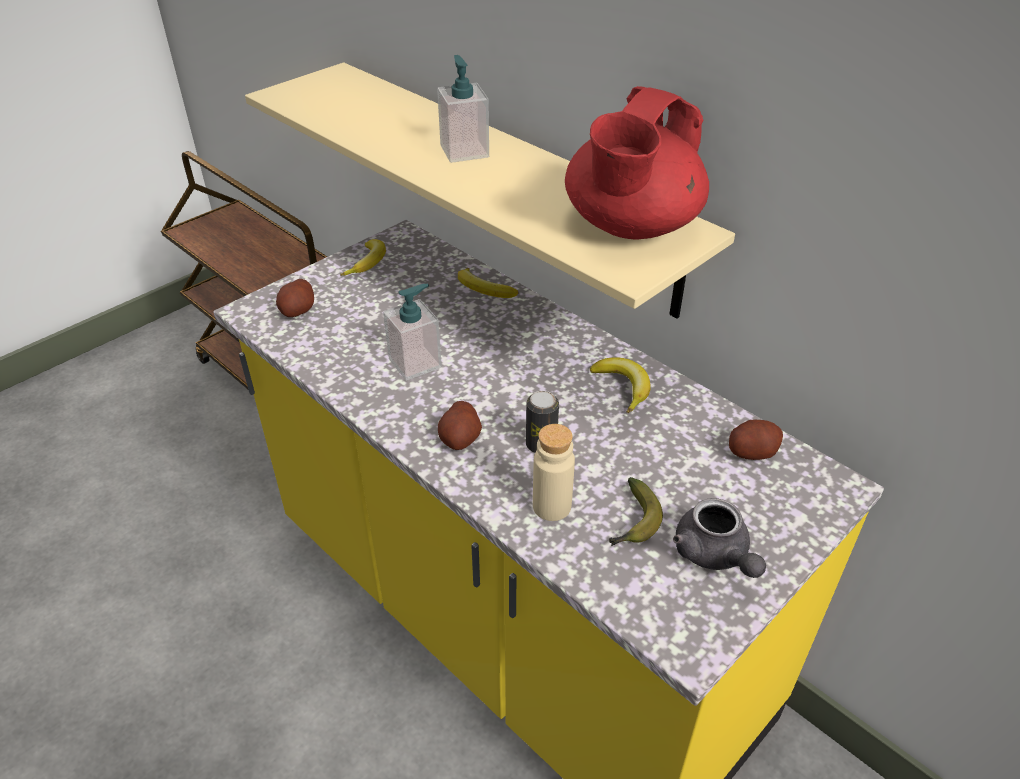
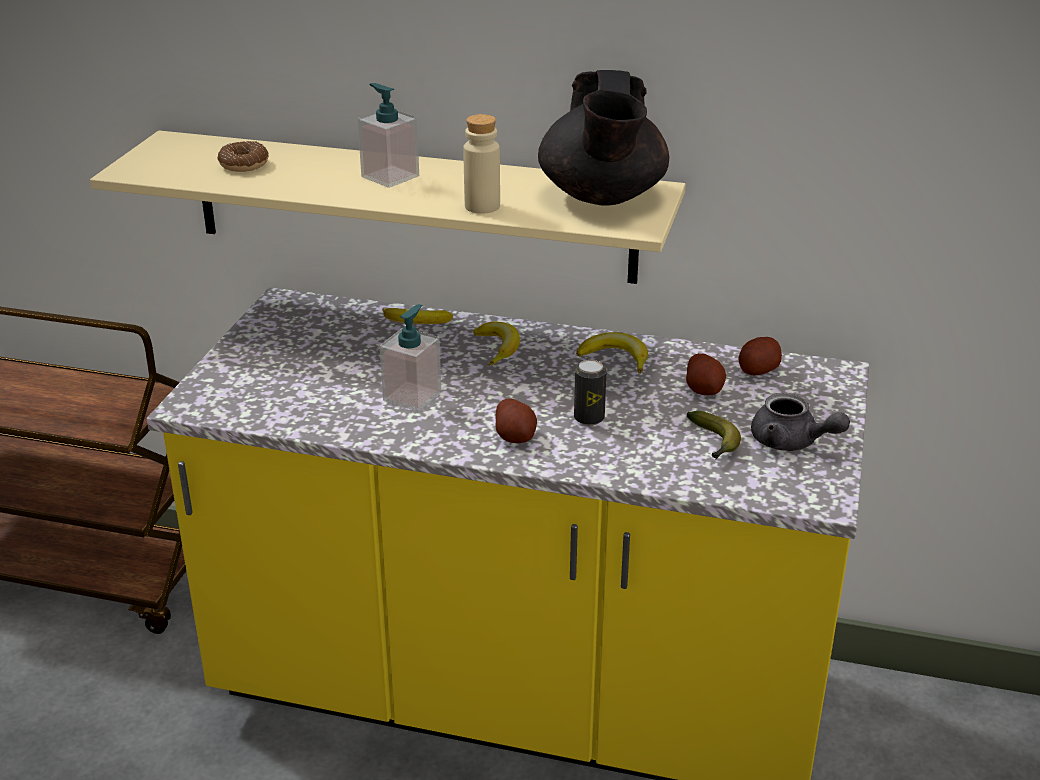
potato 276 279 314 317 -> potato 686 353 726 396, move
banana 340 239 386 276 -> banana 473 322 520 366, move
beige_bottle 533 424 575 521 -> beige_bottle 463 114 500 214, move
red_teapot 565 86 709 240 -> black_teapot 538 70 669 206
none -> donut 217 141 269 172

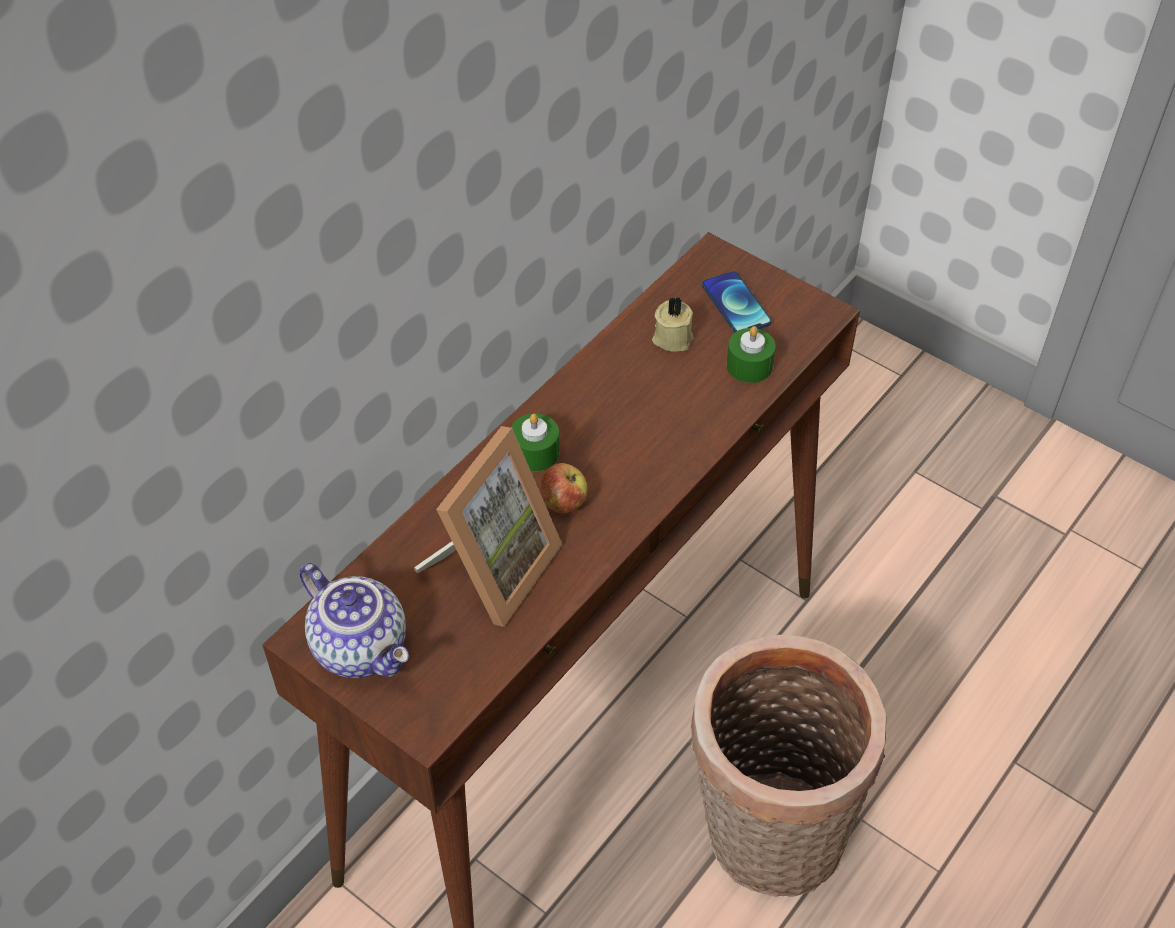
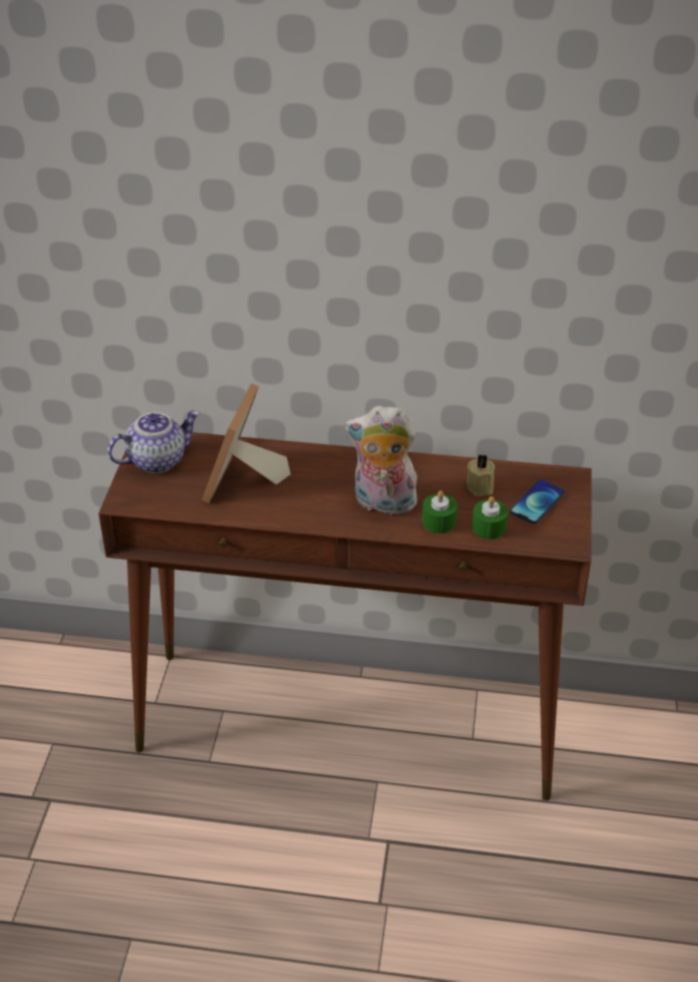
teapot 300 563 409 678 -> teapot 107 411 200 473, 135 degrees counterclockwise
picture_frame 414 426 562 627 -> picture_frame 202 383 291 503, 105 degrees clockwise
green_candle 511 413 559 472 -> green_candle 422 491 457 533, move
apple 539 463 587 513 -> none
basket 690 635 886 897 -> none
none -> plush_toy 345 406 417 515

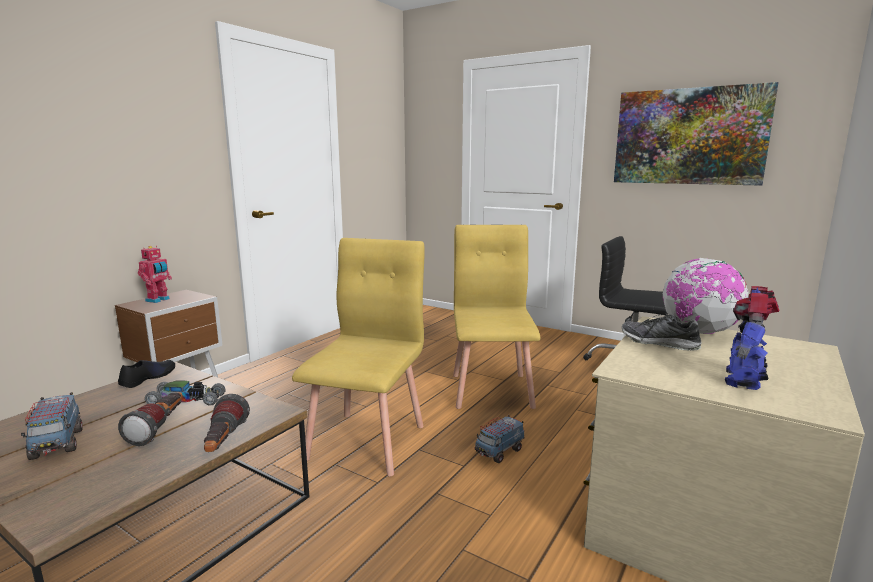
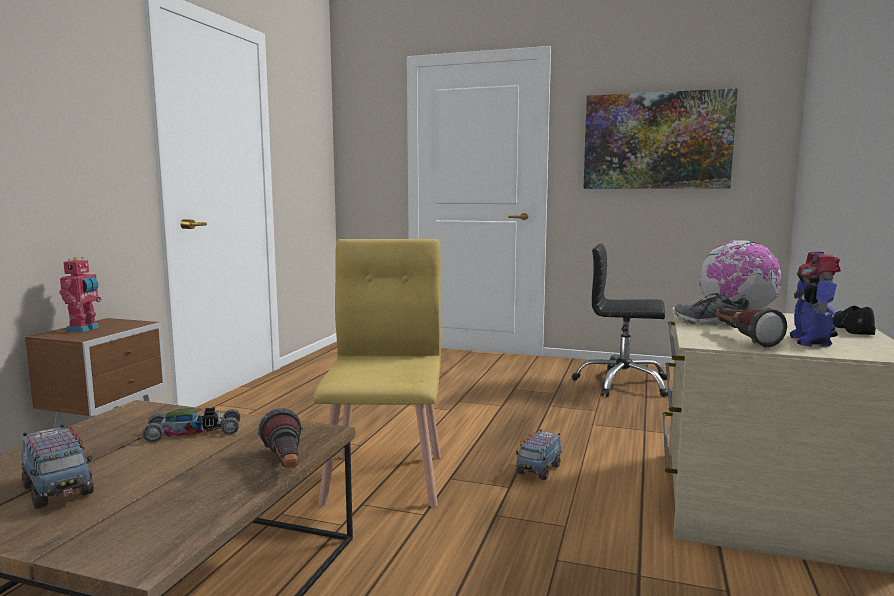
black_shoe 118 360 175 388 -> black_shoe 833 305 876 335, move
flashlight 118 392 183 446 -> flashlight 716 308 787 348, move
yellow_chair 453 225 540 409 -> none

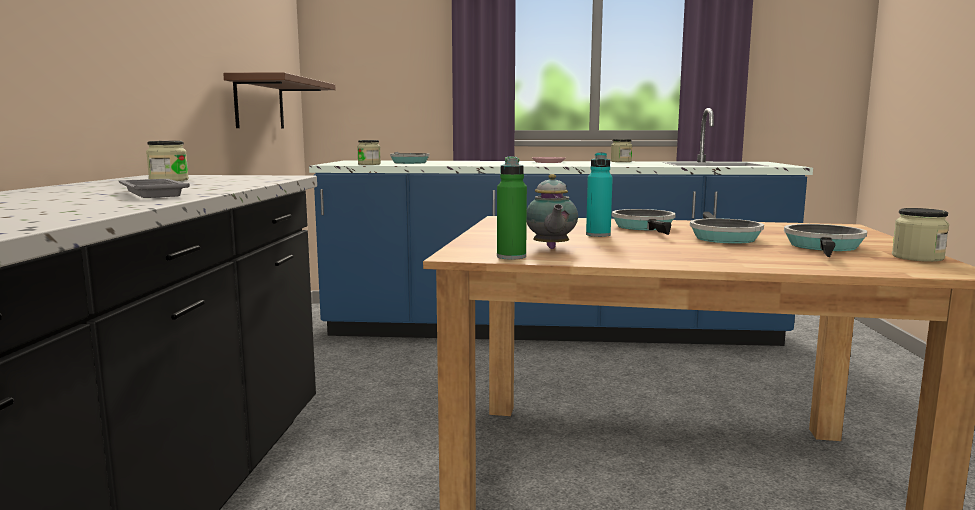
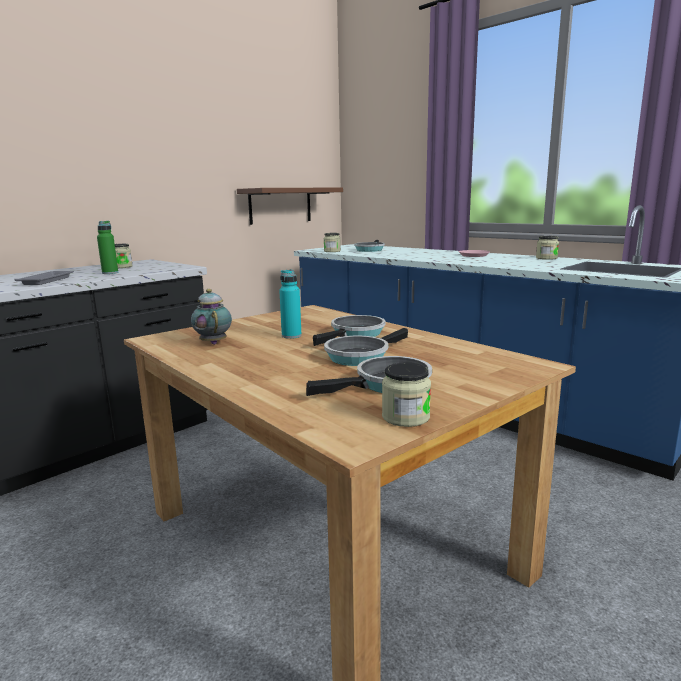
green_bottle 497 157 527 260 -> green_bottle 97 221 118 274, move
teapot 527 174 578 249 -> teapot 191 289 232 345, 120 degrees clockwise

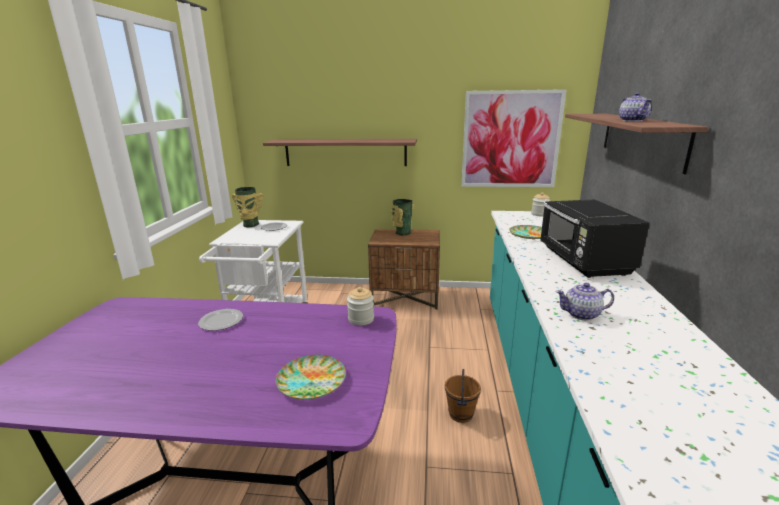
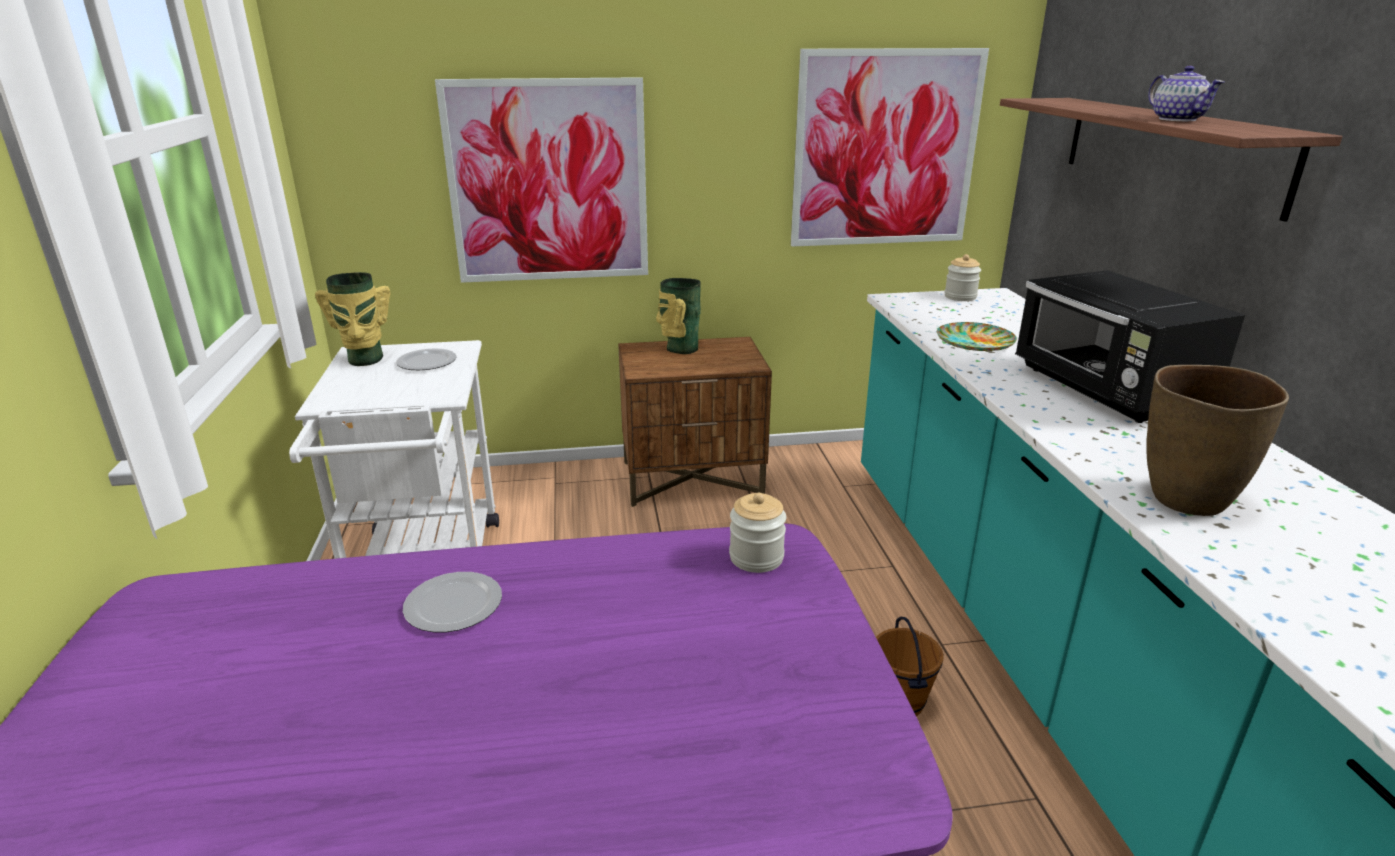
shelf 263 139 417 166 -> picture 435 77 648 283
plate 276 355 346 400 -> none
teapot 556 283 614 321 -> brown_vase 1146 365 1289 516

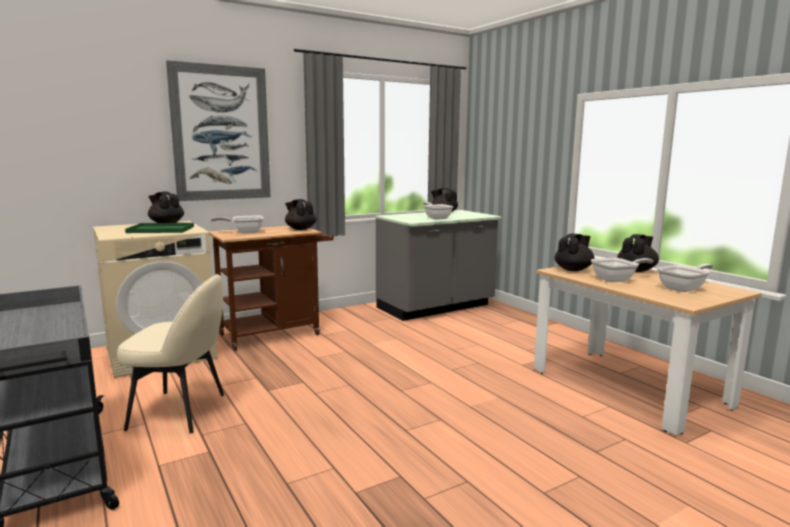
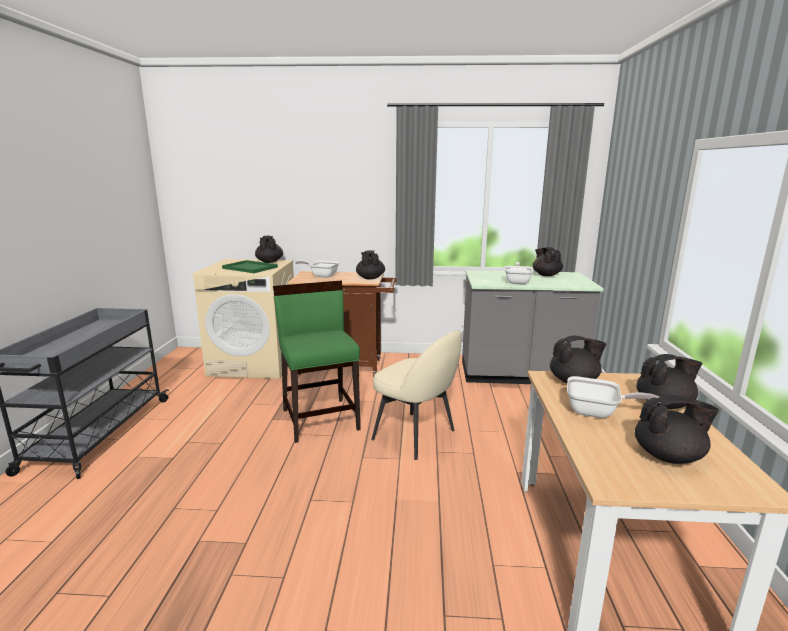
beige_chair 117 274 224 434 -> beige_chair 371 330 462 460, move
picture 166 60 271 201 -> none
frying_pan 657 264 713 292 -> black_teapot 635 395 719 464
none -> green_chair 273 281 360 443

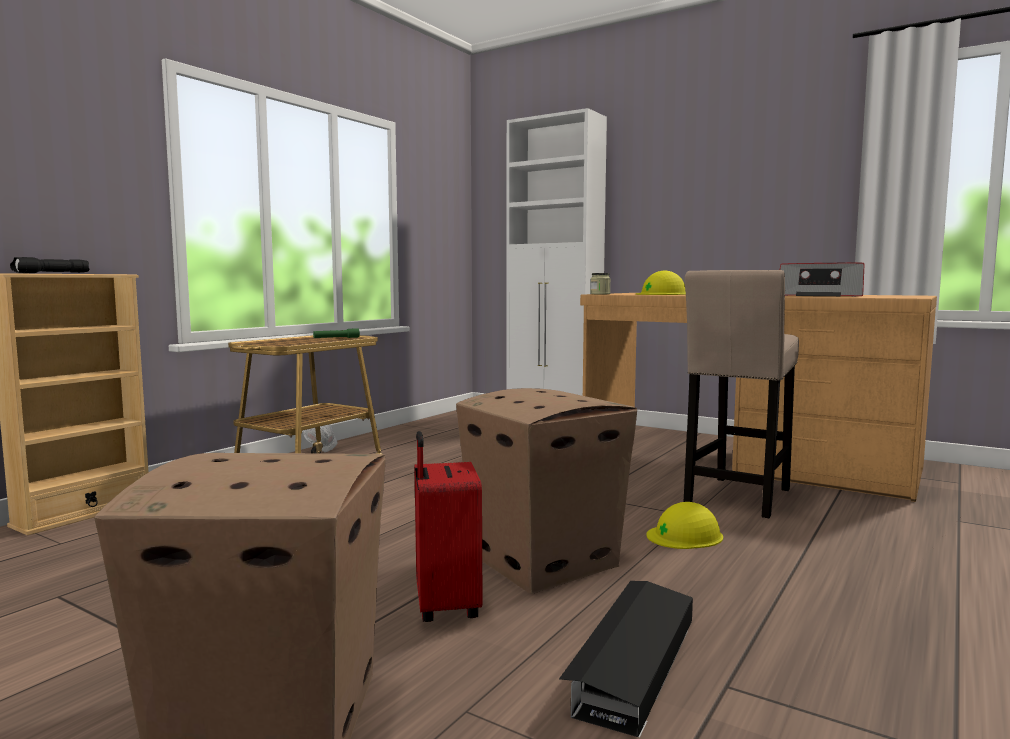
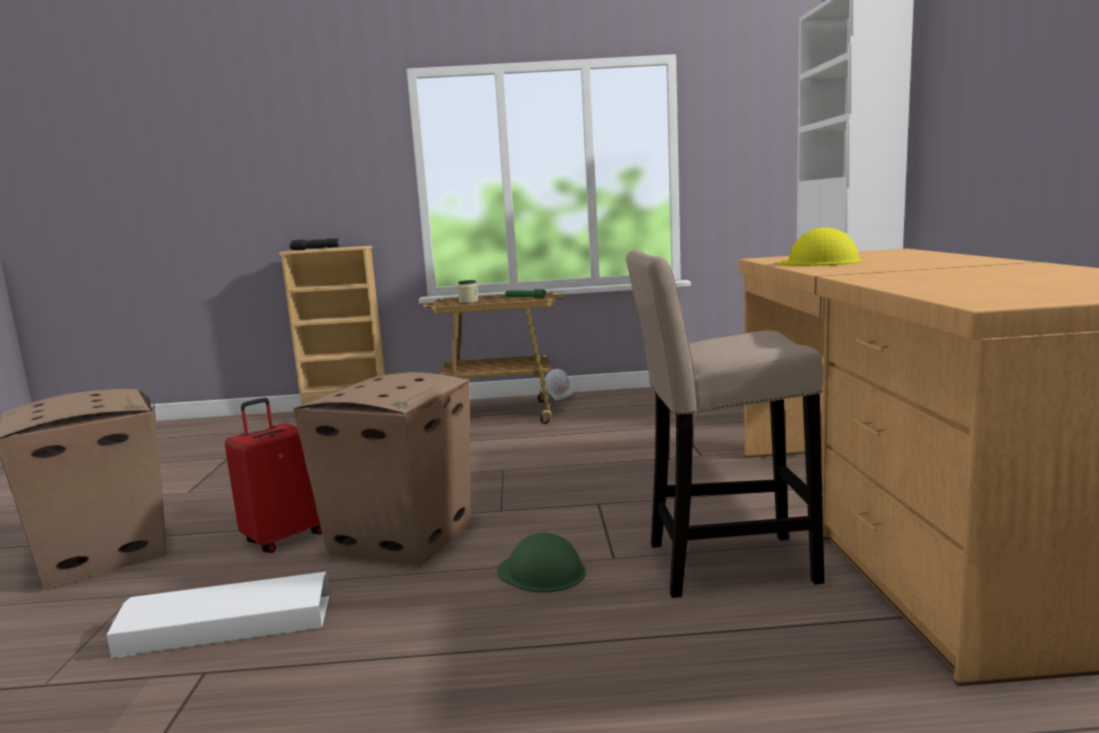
black_storage_box 559 581 693 738 -> white_storage_box 107 572 330 658
jar 590 273 611 294 -> jar 457 280 478 303, move
yellow_hard_hat 646 502 723 549 -> green_hard_hat 497 532 586 592
radio 780 263 864 297 -> none

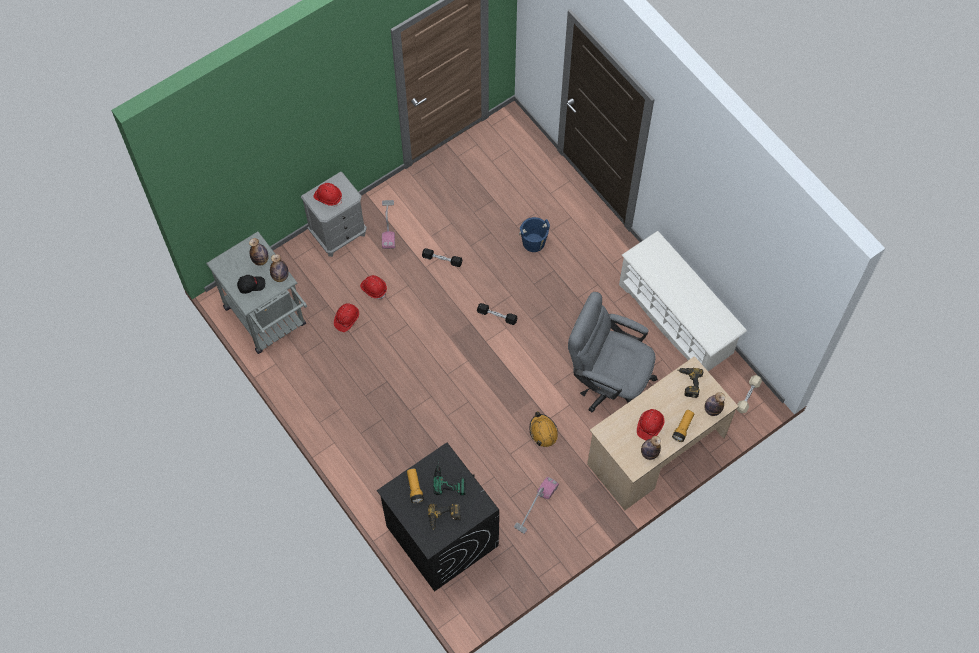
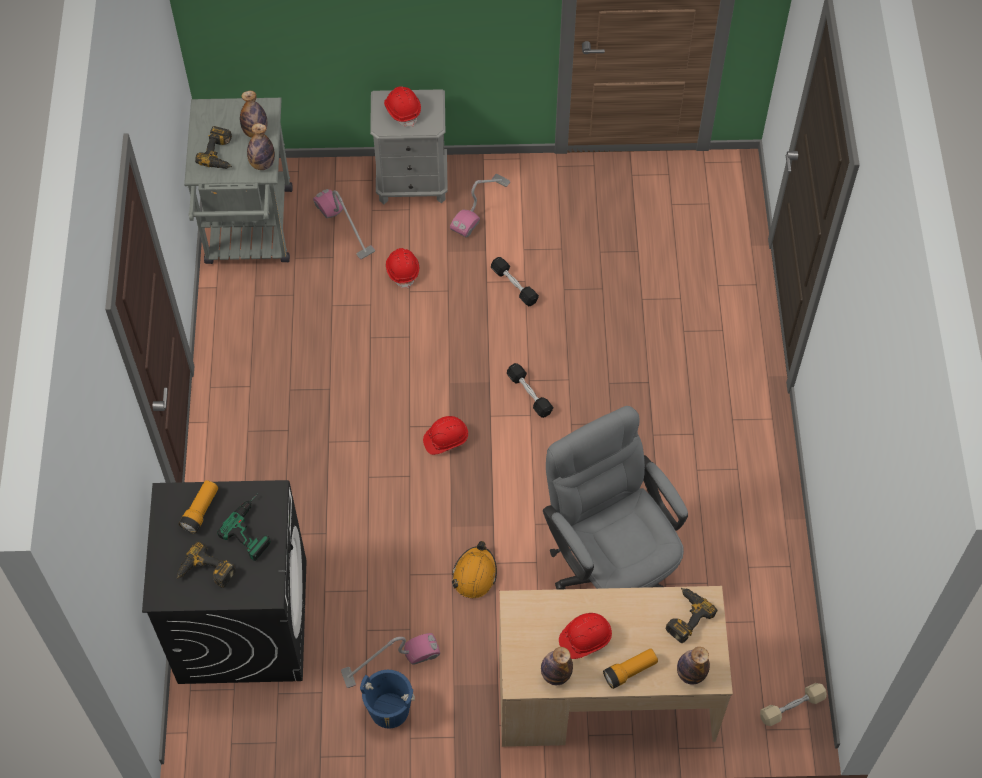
black_cap 237 275 265 294 -> power_drill 195 126 232 169
red_hard_hat 334 303 359 332 -> red_hard_hat 423 416 468 455, move
blue_bucket 519 217 550 252 -> blue_bucket 360 670 415 728, move
white_shoe_rack 619 231 747 371 -> none
none -> vacuum_cleaner 313 189 375 259

